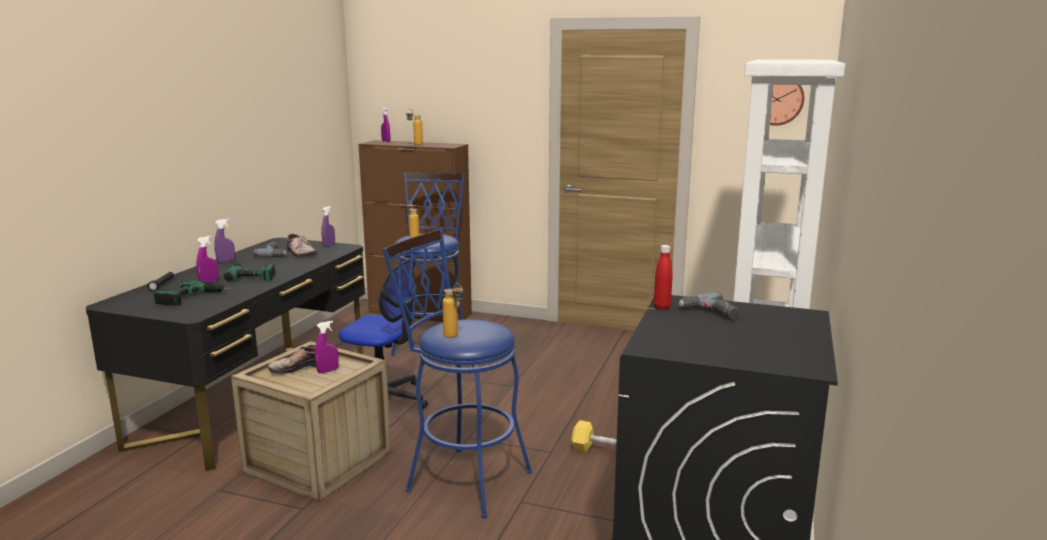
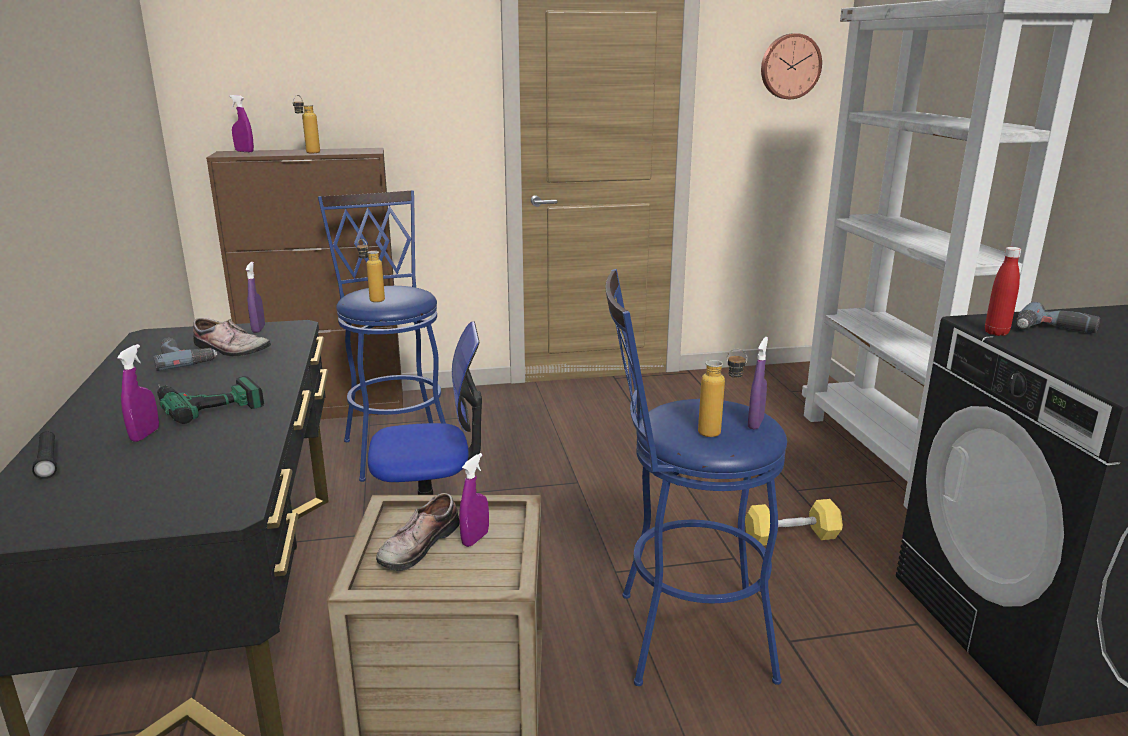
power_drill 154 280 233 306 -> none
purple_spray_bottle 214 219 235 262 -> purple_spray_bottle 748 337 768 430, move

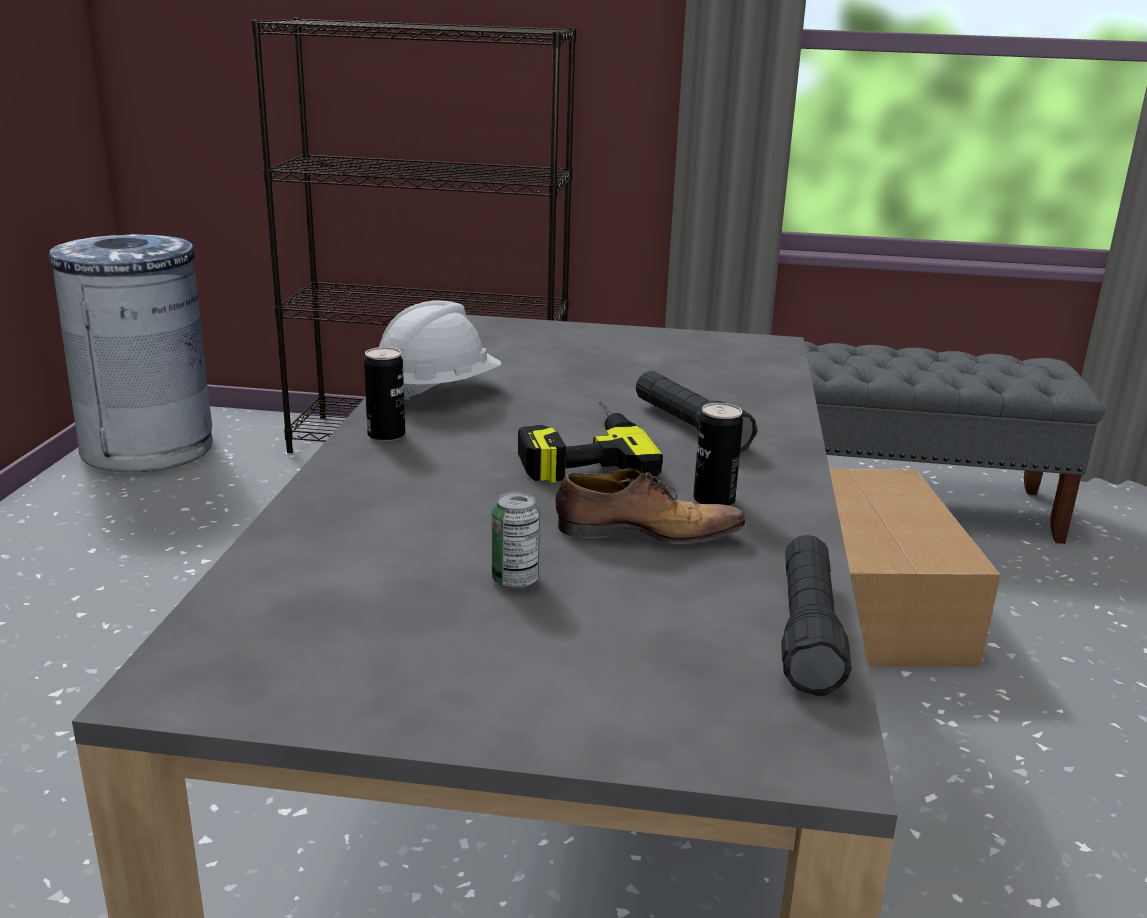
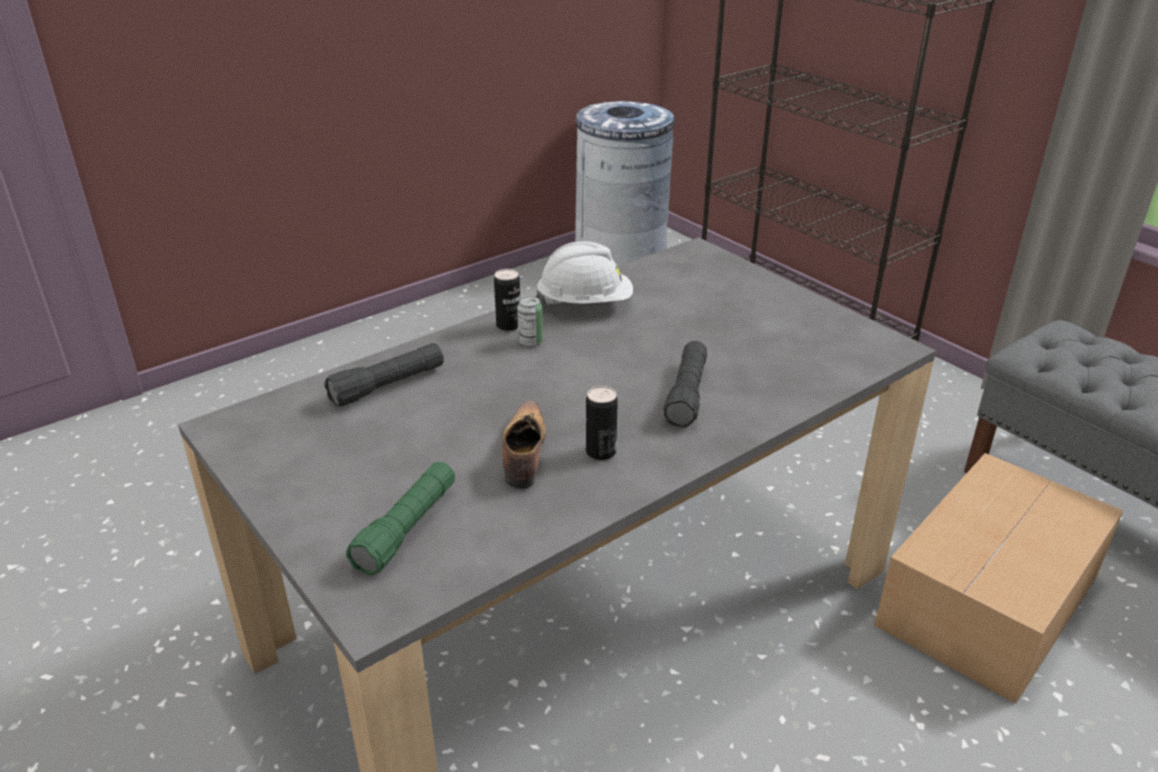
can 492 492 540 589 -> can 517 296 543 347, move
power_drill 518 400 663 483 -> none
shoe 556 468 747 544 -> shoe 502 401 546 489, 135 degrees counterclockwise
black_flashlight 781 535 852 696 -> black_flashlight 324 343 444 407, move
none -> green_flashlight 346 462 455 576

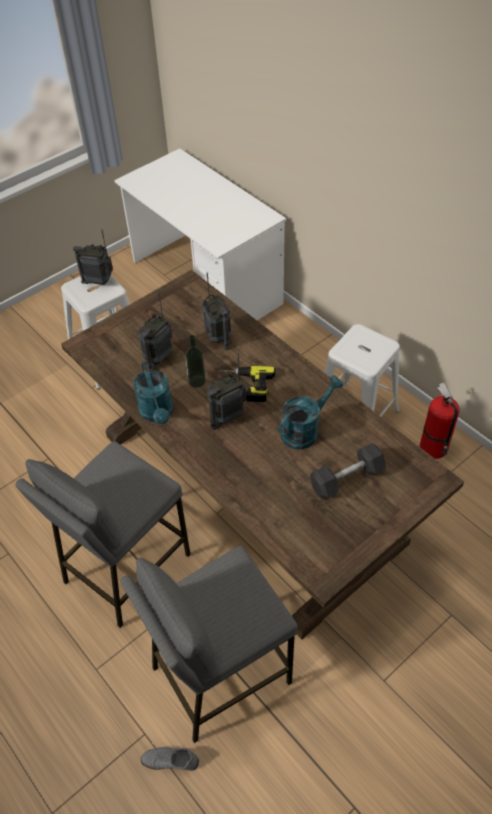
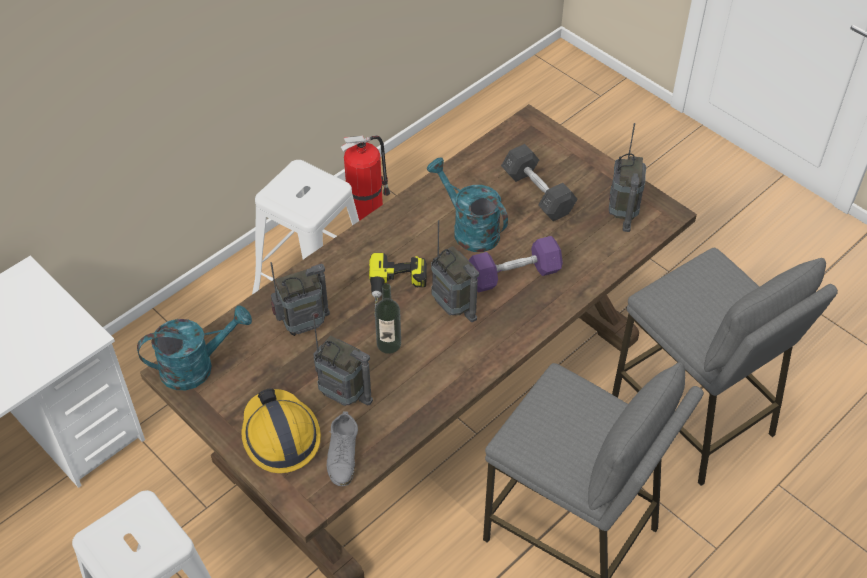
radio 73 229 113 285 -> radio 609 123 646 232, move
turquoise_watering_can 133 361 173 424 -> turquoise_watering_can 137 305 252 390, move
grey_shoe 141 746 199 771 -> grey_shoe 327 412 358 486, move
none -> hard_hat 241 388 321 473
none -> purple_dumbbell 469 236 563 293

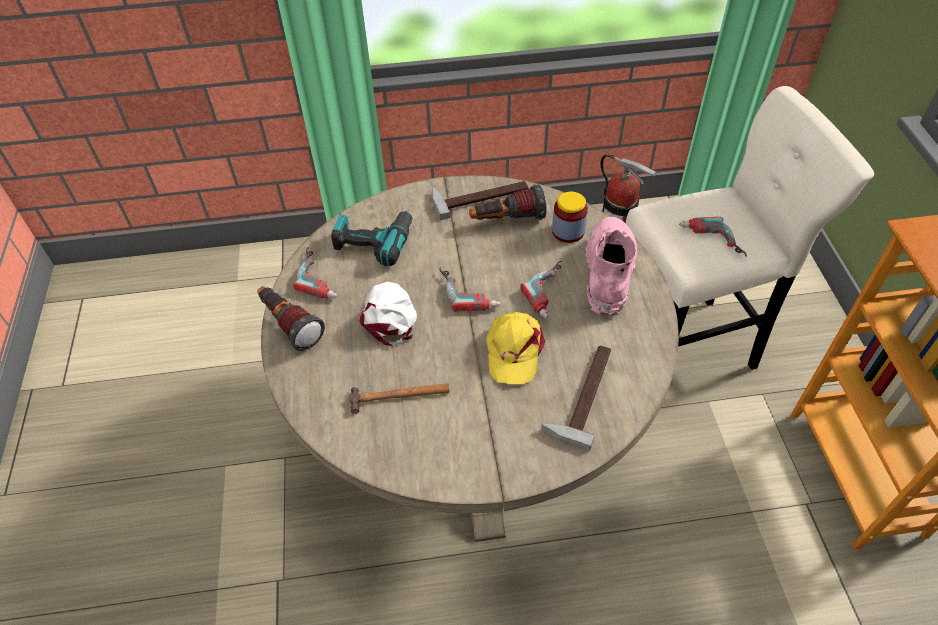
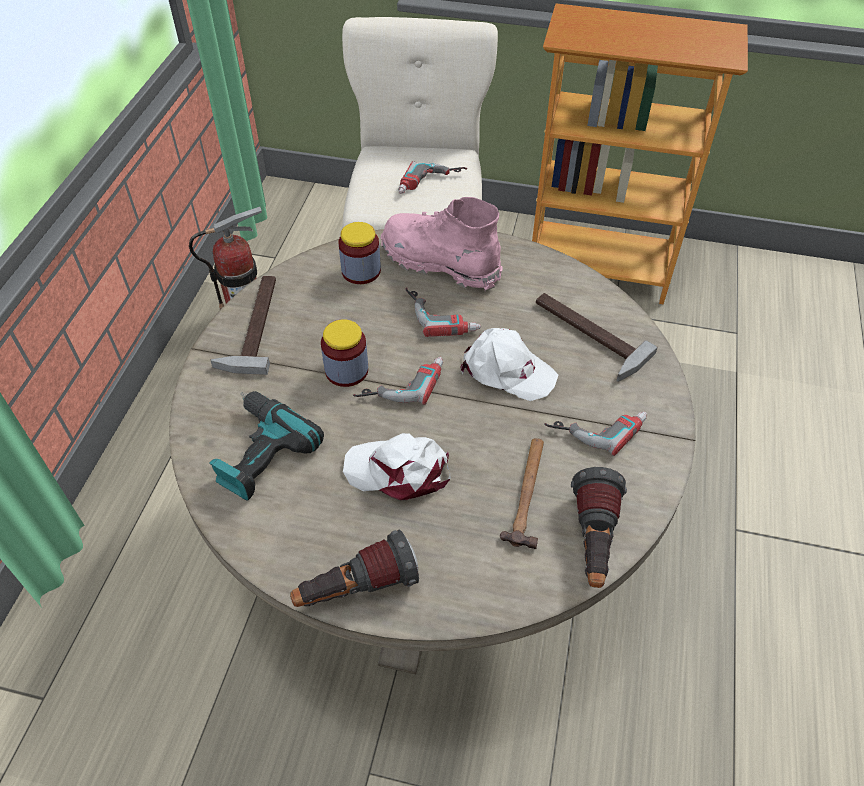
power_drill 293 247 338 298 -> power_drill 544 412 647 456, move
flashlight 469 184 547 220 -> flashlight 571 467 627 588, move
yellow_cap 486 312 545 384 -> white_cap 460 328 559 401
none -> jar 321 319 368 387

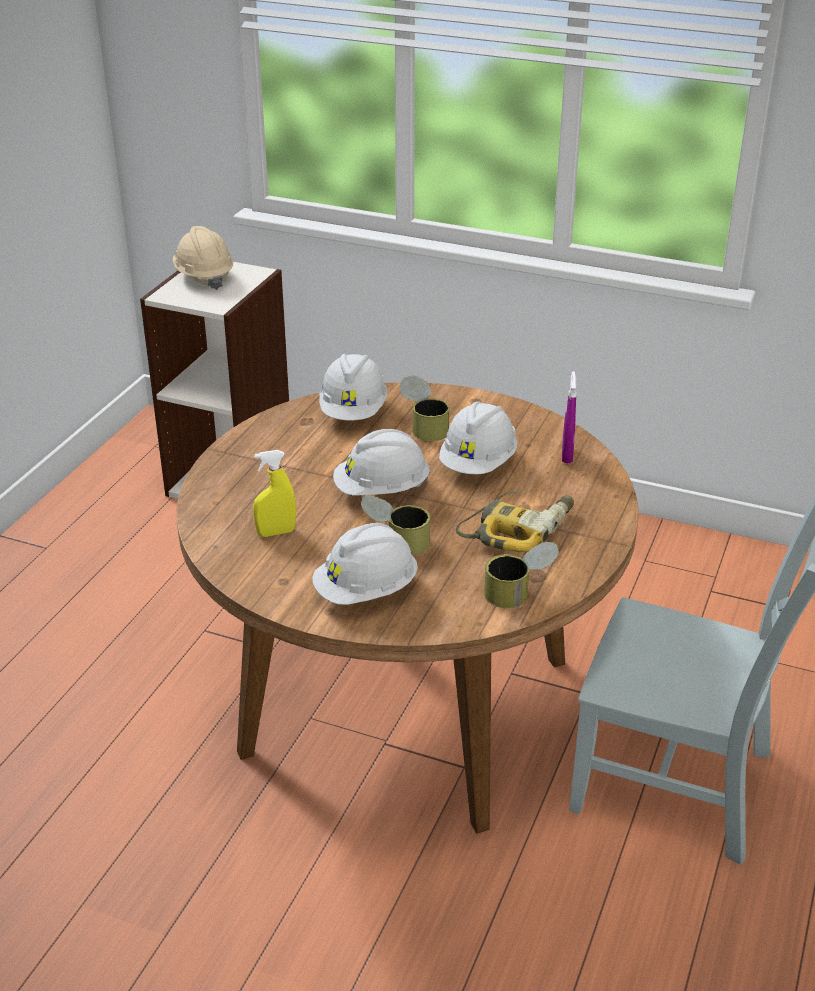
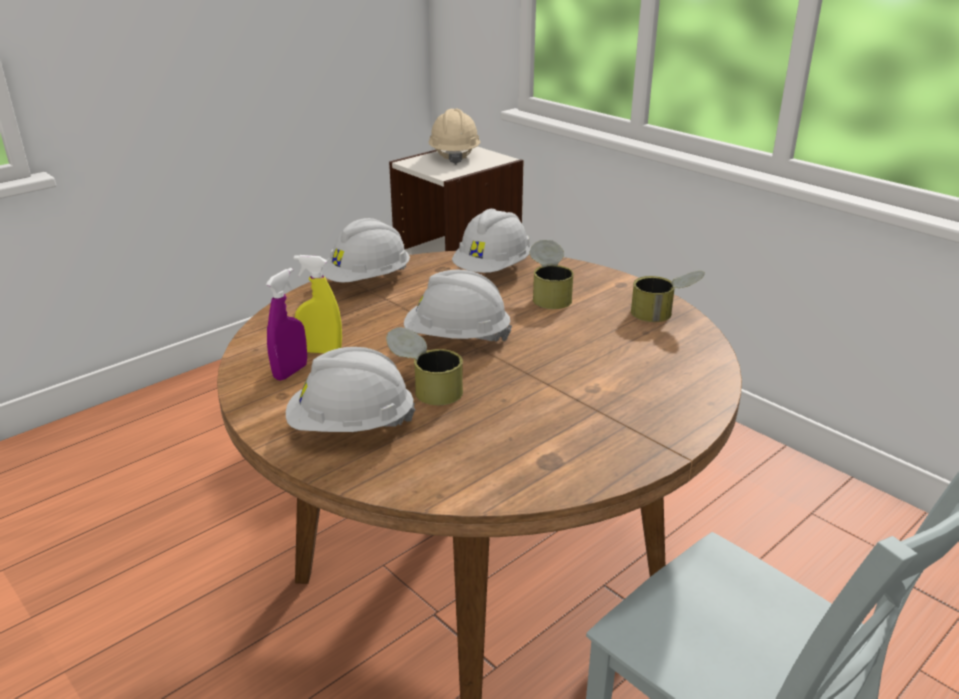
white_hard_hat 439 401 517 474 -> white_hard_hat 322 218 410 283, move
power_drill 456 490 574 552 -> none
can 484 542 559 608 -> can 631 271 705 322, move
purple_spray_bottle 562 371 577 463 -> purple_spray_bottle 266 268 307 381, move

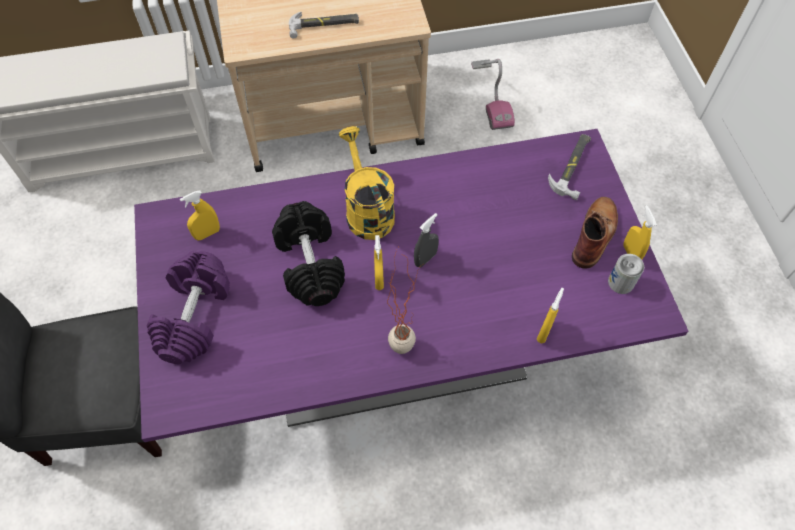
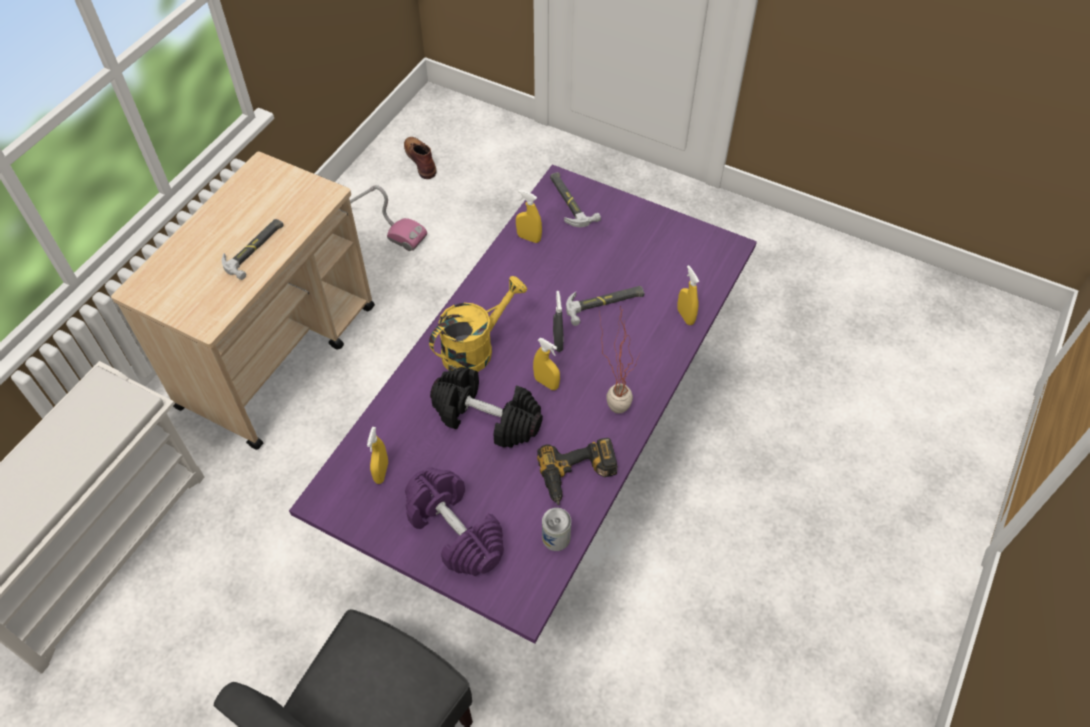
yellow_watering_can 339 126 395 240 -> yellow_watering_can 429 276 527 372, 120 degrees clockwise
brown_boot 572 197 618 268 -> brown_boot 404 137 437 179, move
can 608 254 644 294 -> can 542 508 571 551, move
yellow_spray_bottle 623 205 657 260 -> yellow_spray_bottle 516 190 542 243, move
none -> power_drill 537 438 617 505
none -> hammer 566 286 644 326

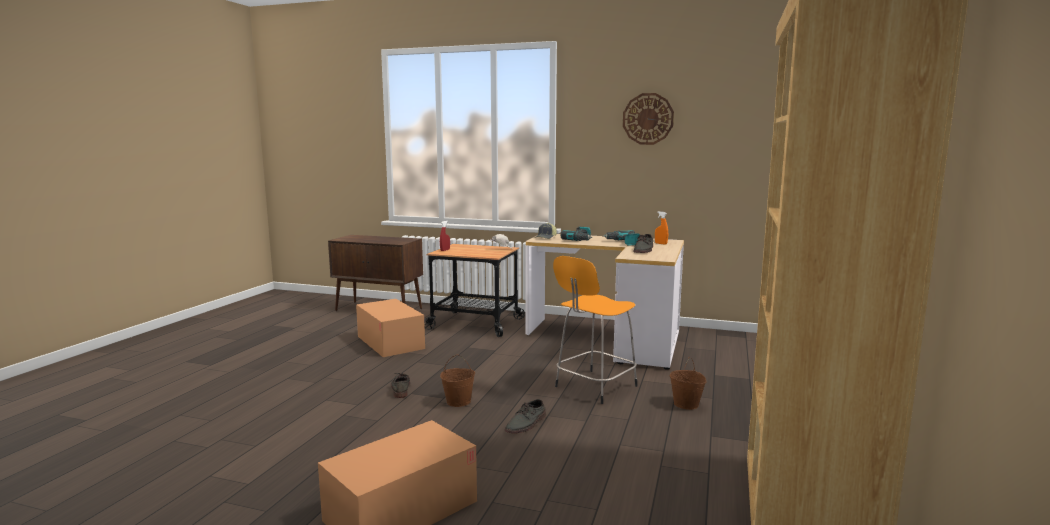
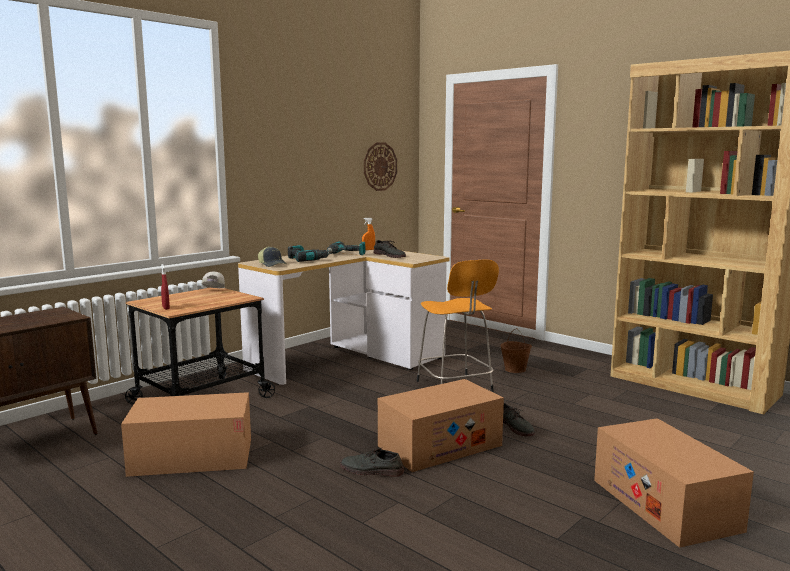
brown_bucket 440 354 475 407 -> cardboard_box 378 379 504 472
wall_clock 623 93 674 145 -> wall_clock 364 142 397 191, move

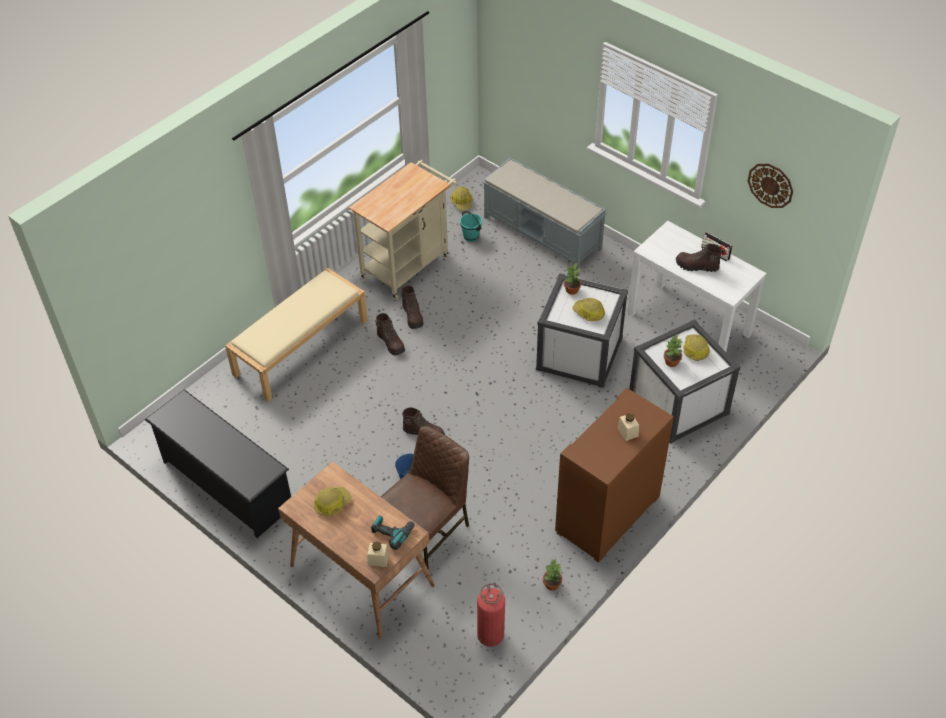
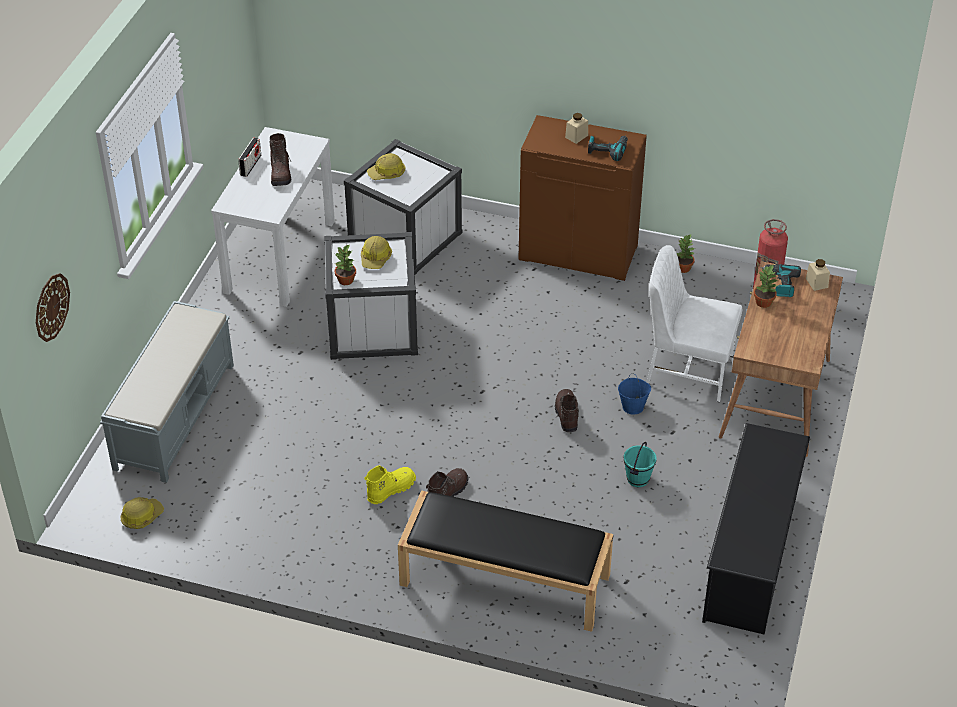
beige_bench 225 268 368 401 -> black_bench 398 490 613 632
hard_hat 314 487 352 516 -> none
beige_cart 349 160 457 300 -> none
brown_chair 381 426 469 570 -> white_chair 646 245 742 402
brown_boot 401 286 424 329 -> yellow_boot 364 465 416 504
turquoise_bucket 460 211 482 242 -> turquoise_bucket 624 442 657 487, move
potted_plant 664 334 684 367 -> potted_plant 754 265 777 308, move
wall_clock 748 164 793 208 -> wall_clock 36 273 70 342, move
none -> power_drill 588 136 628 161

